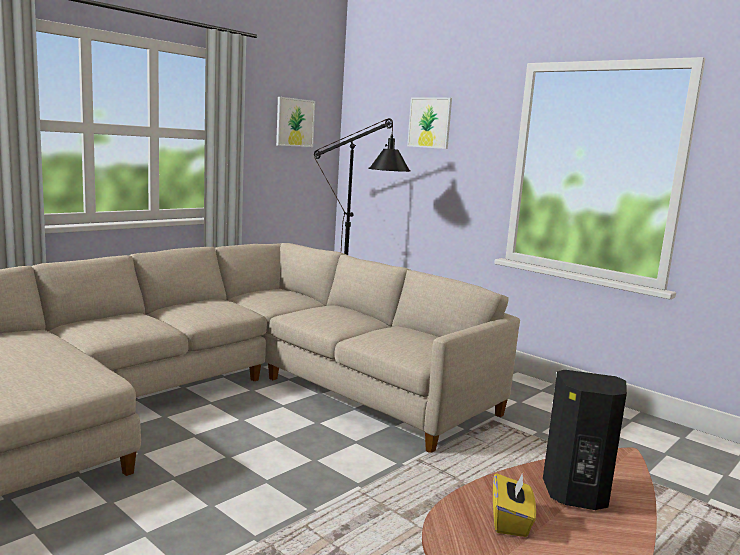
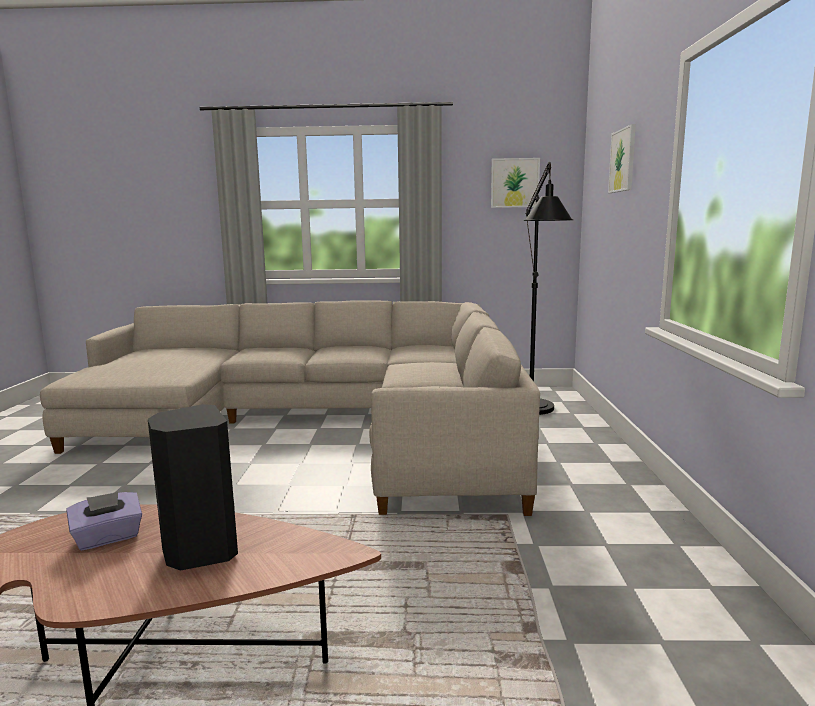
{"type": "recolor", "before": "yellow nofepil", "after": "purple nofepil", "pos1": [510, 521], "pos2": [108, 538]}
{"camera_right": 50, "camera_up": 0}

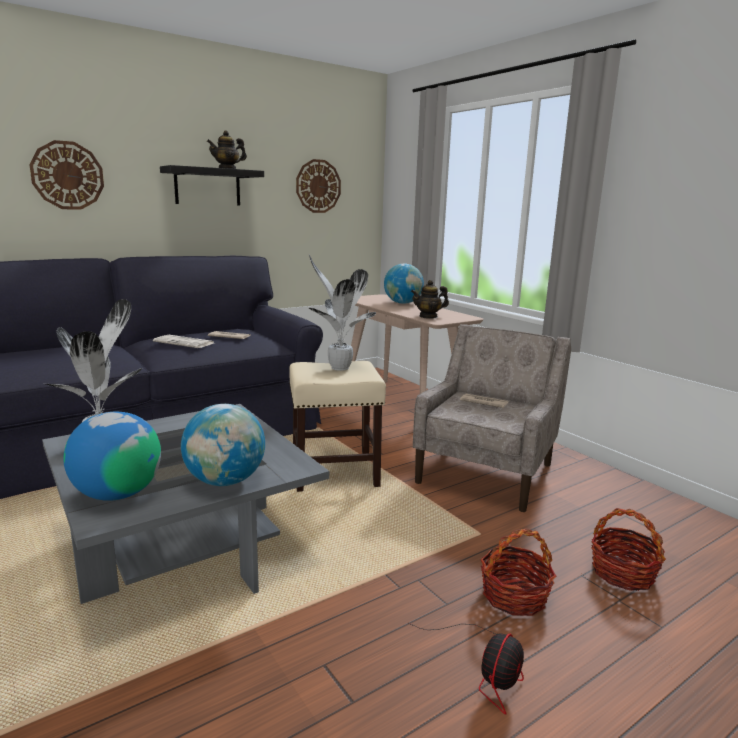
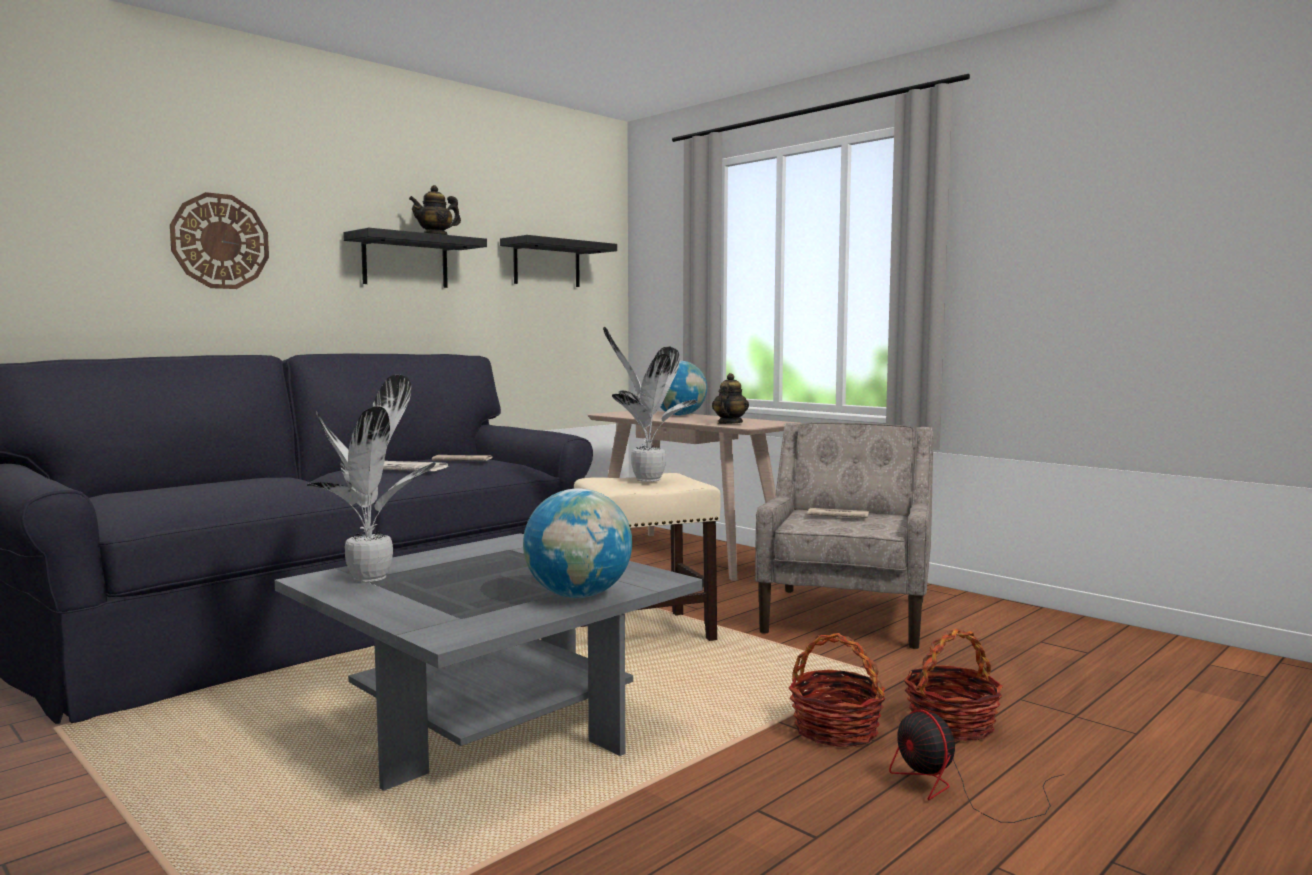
{"type": "replace", "before": "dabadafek", "after": "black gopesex", "pos1": [318, 186], "pos2": [547, 264]}
{"type": "rotate", "before": "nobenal", "pos1": [428, 316], "pos2": [729, 423], "turn": 135}
{"type": "move", "before": "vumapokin", "pos1": [622, 573], "pos2": [835, 730]}
{"type": "rotate", "before": "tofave", "pos1": [487, 669], "pos2": [959, 791], "turn": 135}
{"type": "delete", "before": "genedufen", "pos1": [117, 494]}
{"camera_right": -10, "camera_up": -10}

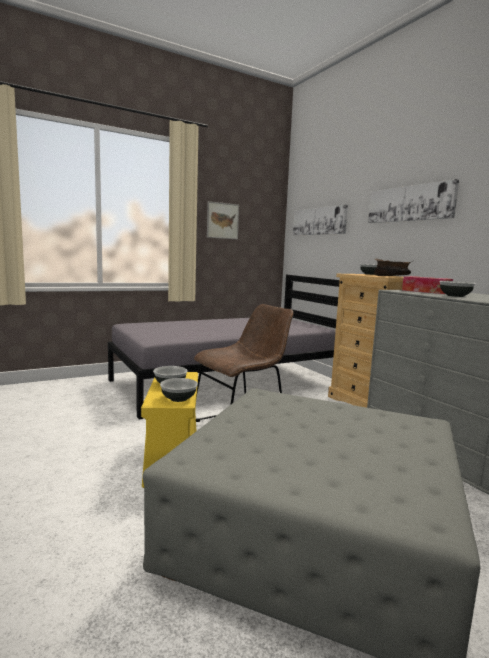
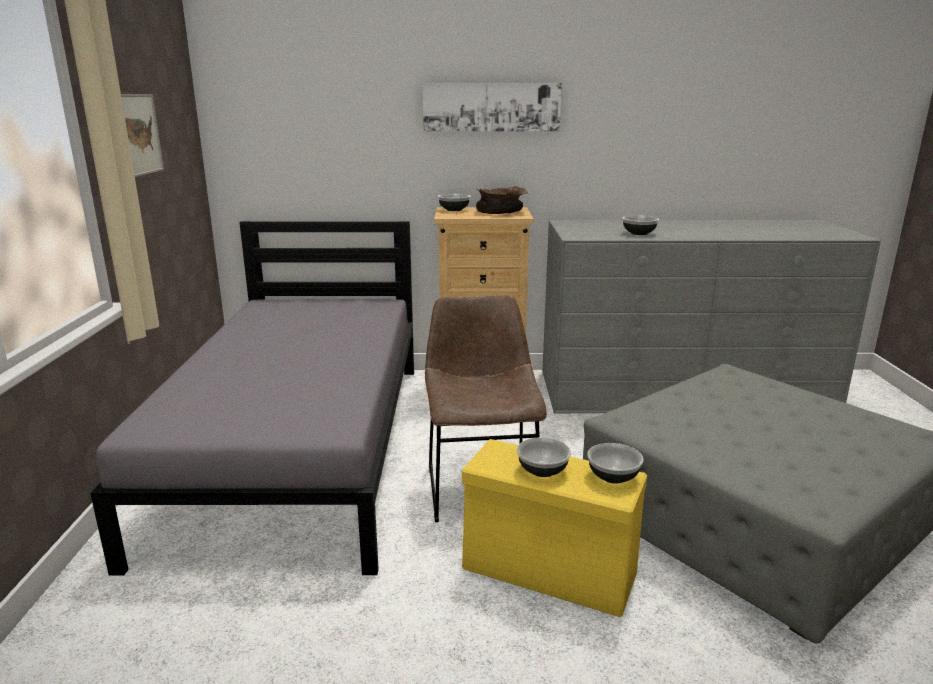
{"type": "delete", "before": "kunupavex", "pos1": [319, 221]}
{"type": "delete", "before": "nofepil", "pos1": [426, 291]}
{"camera_right": -60, "camera_up": 10}

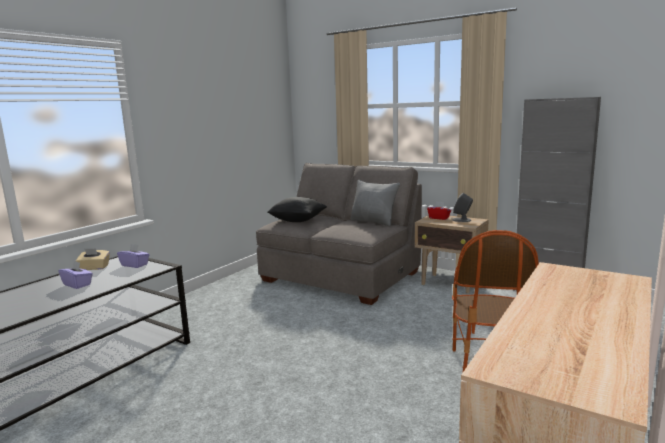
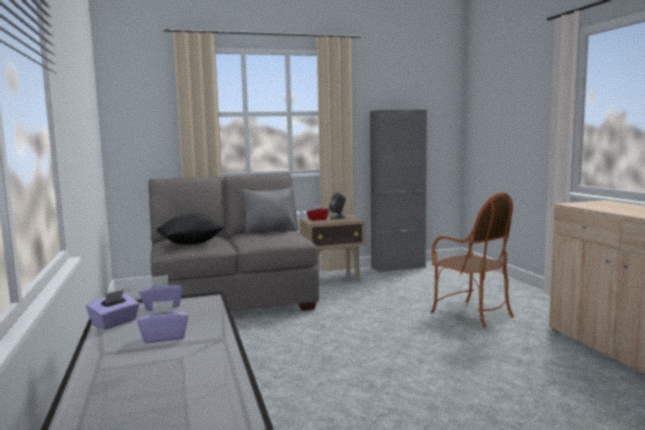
{"type": "recolor", "before": "beige nofepil", "after": "purple nofepil", "pos1": [94, 268], "pos2": [115, 323]}
{"camera_right": -50, "camera_up": -5}

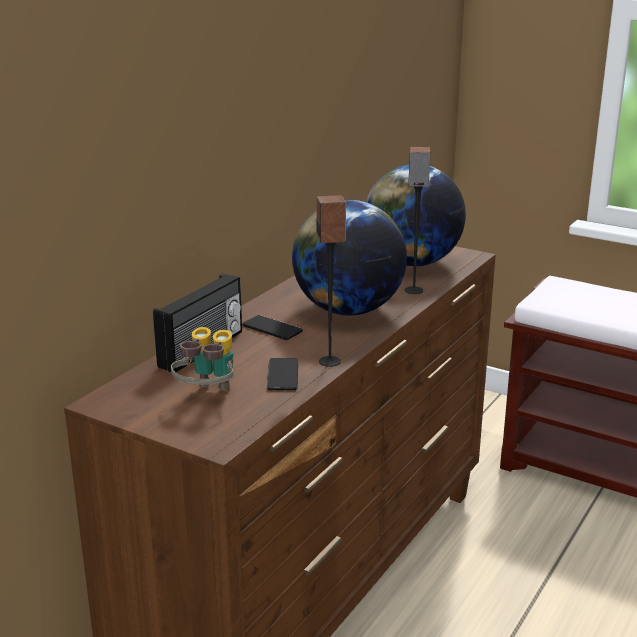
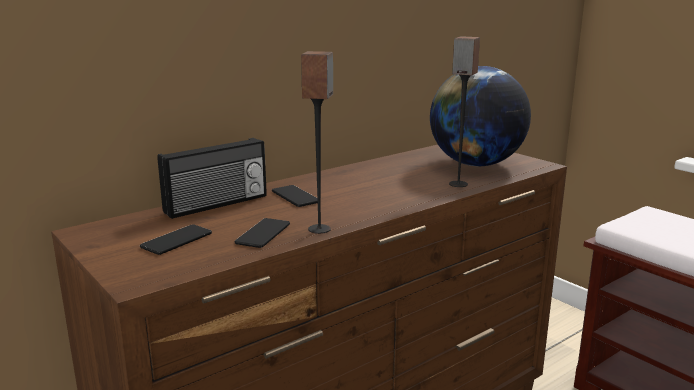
{"type": "replace", "before": "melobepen", "after": "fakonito", "pos1": [208, 396], "pos2": [176, 240]}
{"type": "delete", "before": "genedufen", "pos1": [348, 310]}
{"camera_right": 20, "camera_up": -5}

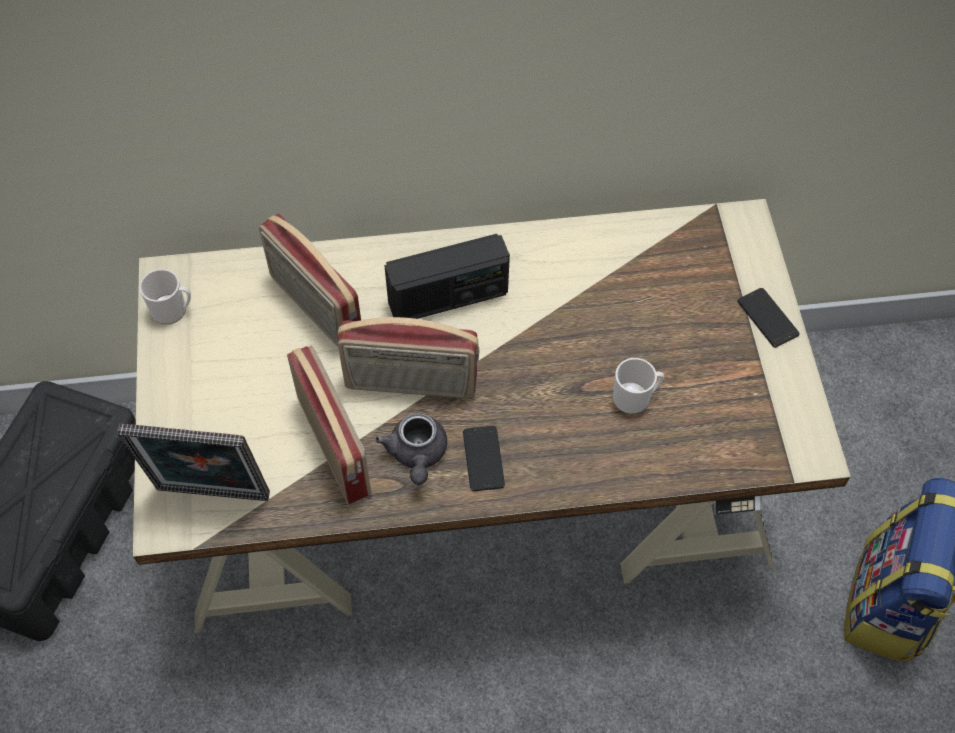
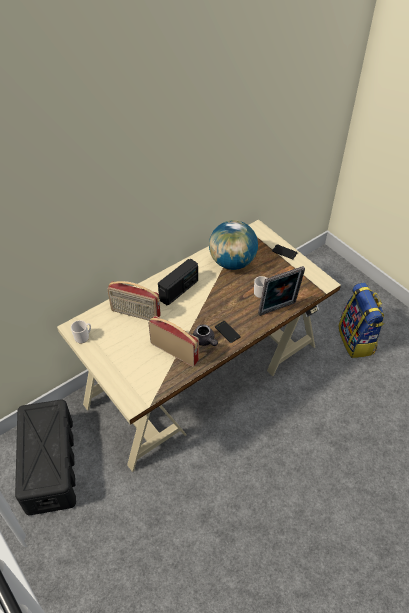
{"type": "insert", "after": "genedufen", "pos2": [232, 262]}
{"type": "move", "before": "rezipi", "pos1": [212, 498], "pos2": [278, 310]}
{"type": "delete", "before": "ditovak", "pos1": [410, 385]}
{"camera_right": -30, "camera_up": -10}

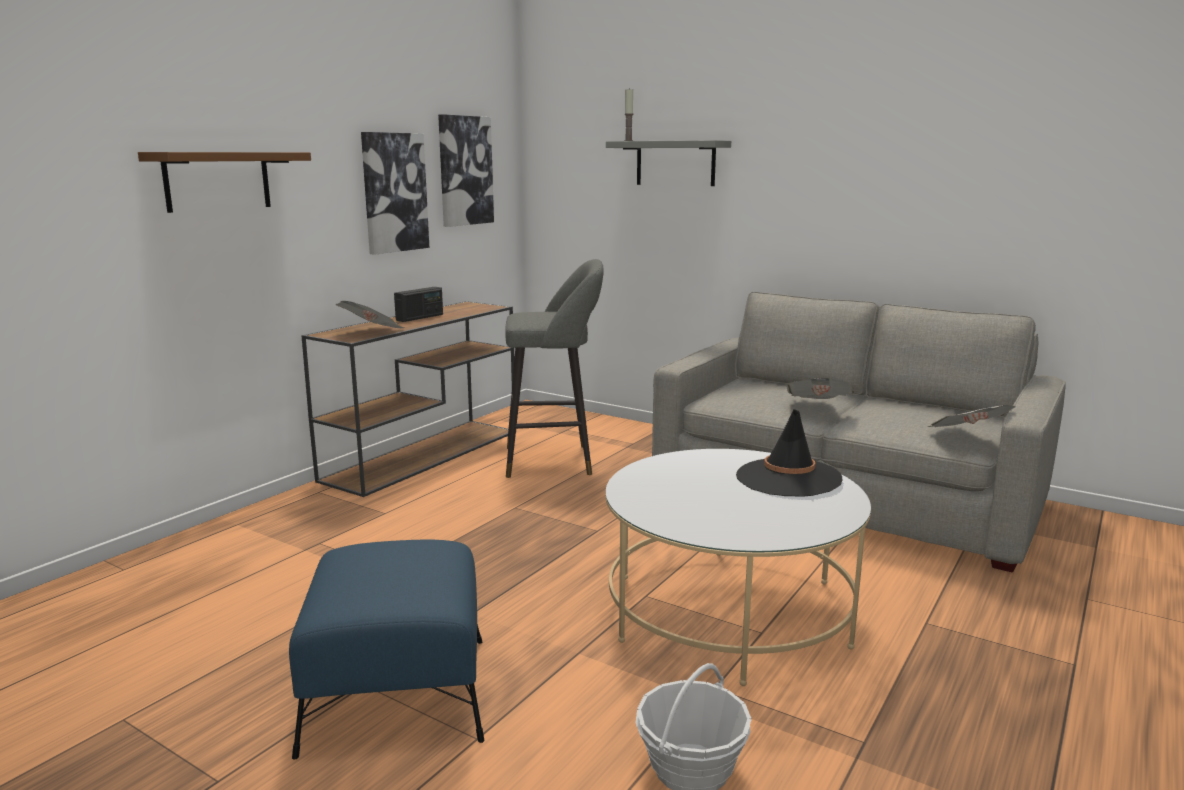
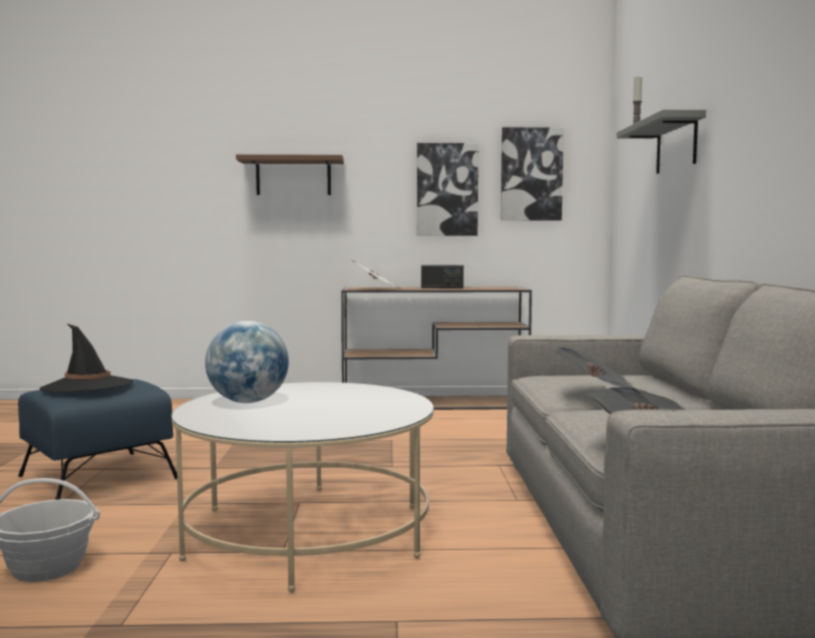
{"type": "move", "before": "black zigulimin", "pos1": [788, 478], "pos2": [87, 386]}
{"type": "insert", "after": "genedufen", "pos2": [248, 402]}
{"type": "delete", "before": "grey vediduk", "pos1": [554, 461]}
{"camera_right": 55, "camera_up": -10}

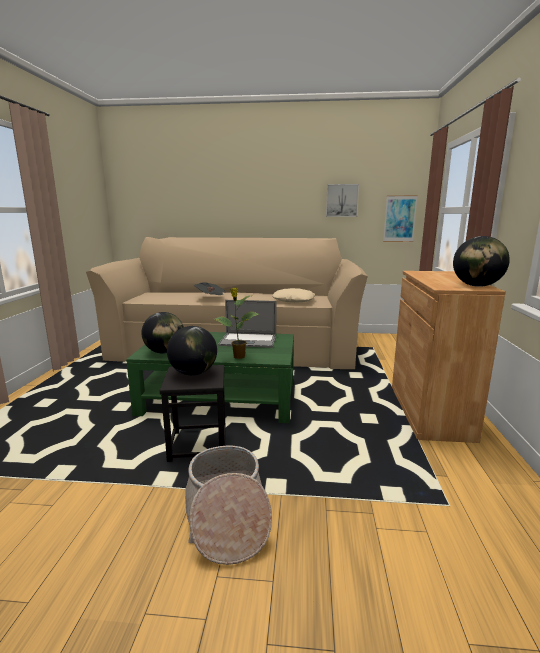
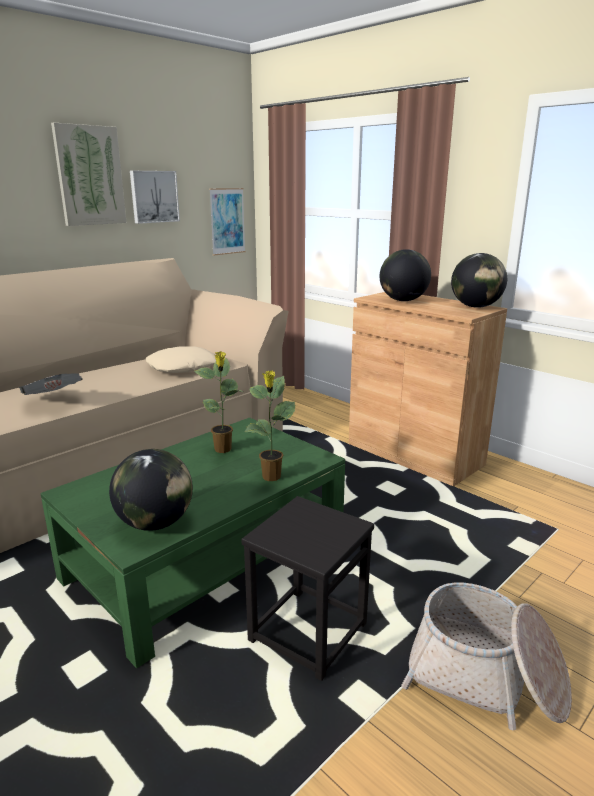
{"type": "insert", "after": "kunupavex", "pos2": [89, 176]}
{"type": "replace", "before": "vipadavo", "after": "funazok", "pos1": [248, 341], "pos2": [223, 449]}
{"type": "move", "before": "genedufen", "pos1": [193, 373], "pos2": [403, 300]}
{"camera_right": -50, "camera_up": 5}

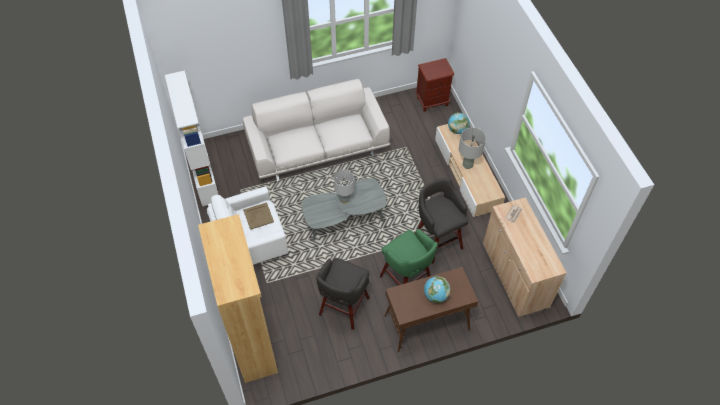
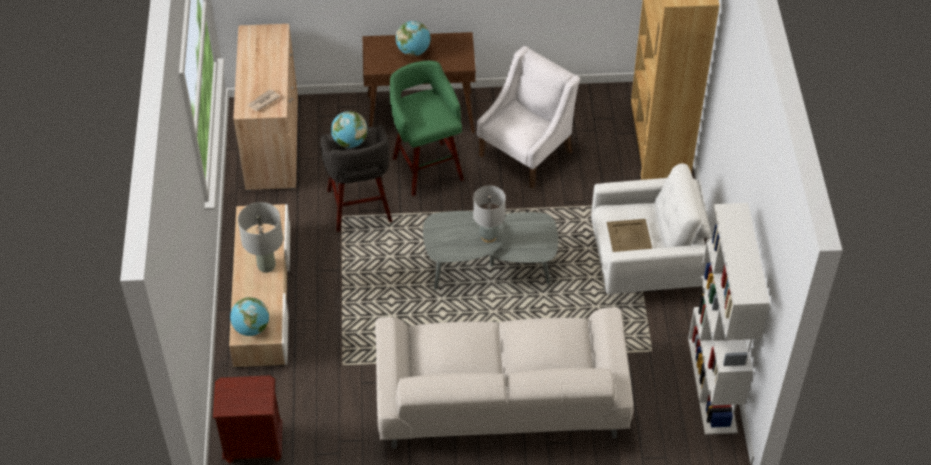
{"type": "insert", "after": "genedufen", "pos2": [350, 142]}
{"type": "replace", "before": "grey vediduk", "after": "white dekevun", "pos1": [343, 308], "pos2": [526, 153]}
{"camera_right": -165, "camera_up": -5}

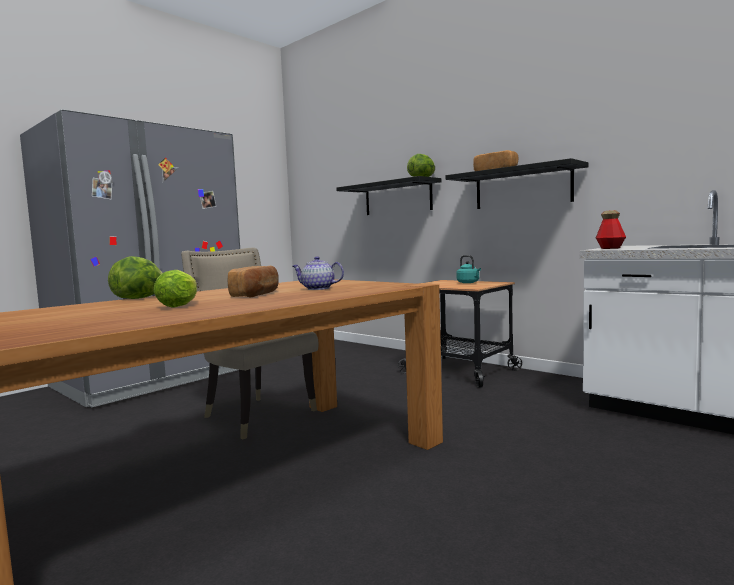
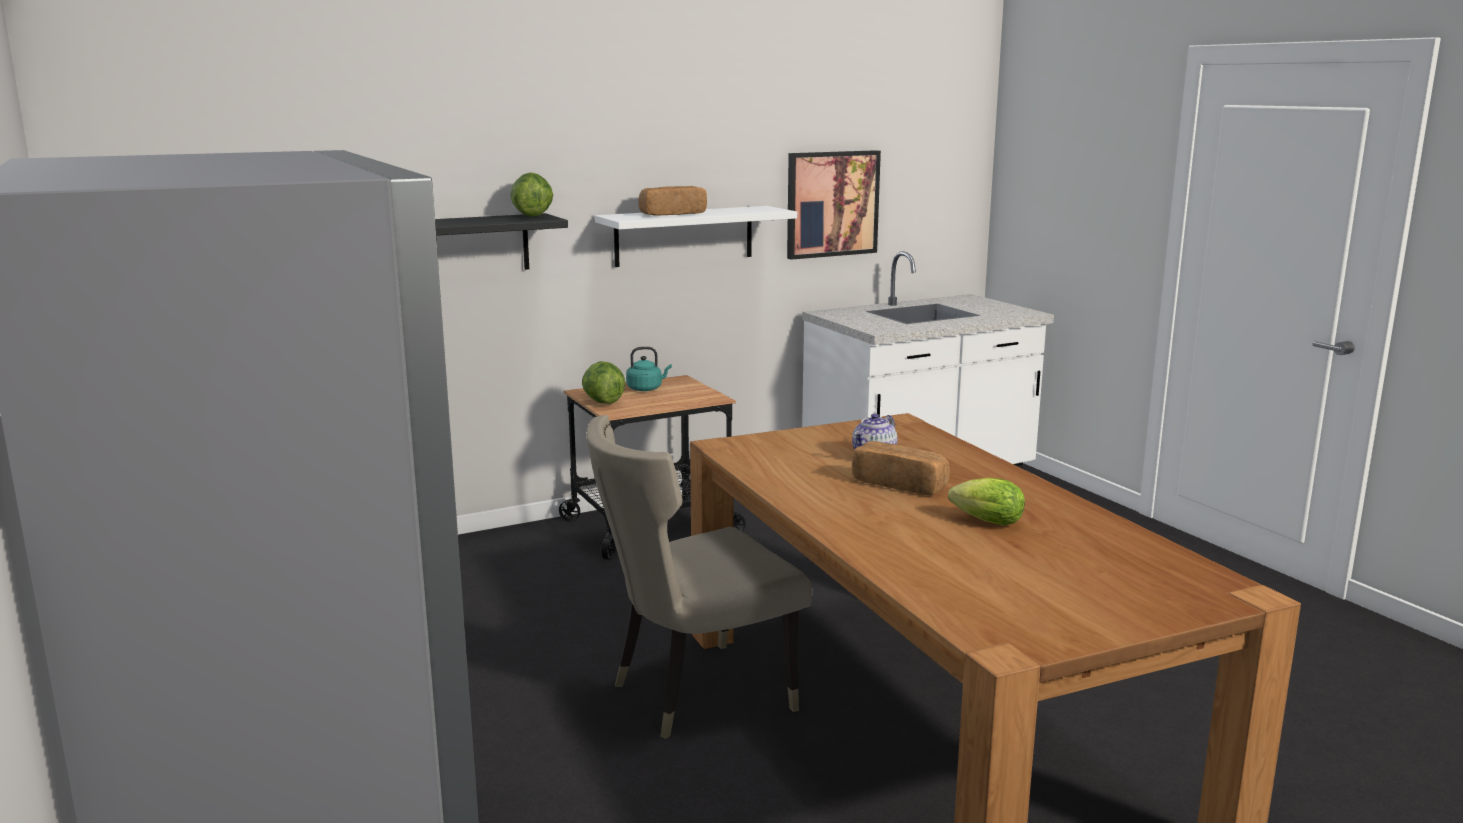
{"type": "move", "before": "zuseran", "pos1": [139, 298], "pos2": [602, 402]}
{"type": "recolor", "before": "black gopesex", "after": "white gopesex", "pos1": [522, 188], "pos2": [684, 236]}
{"type": "insert", "after": "kunupavex", "pos2": [832, 204]}
{"type": "delete", "before": "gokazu", "pos1": [610, 248]}
{"camera_right": -70, "camera_up": 10}

